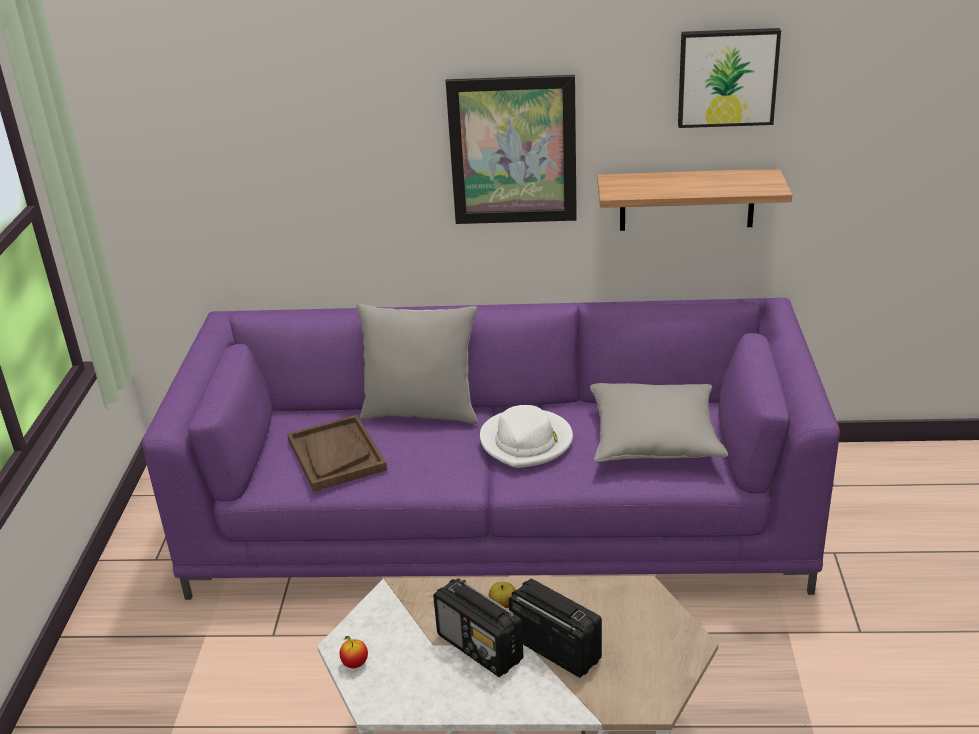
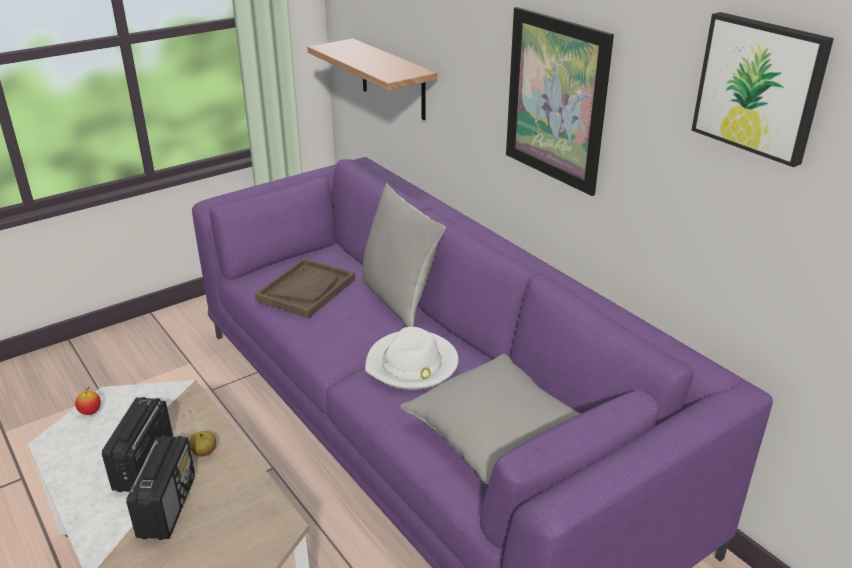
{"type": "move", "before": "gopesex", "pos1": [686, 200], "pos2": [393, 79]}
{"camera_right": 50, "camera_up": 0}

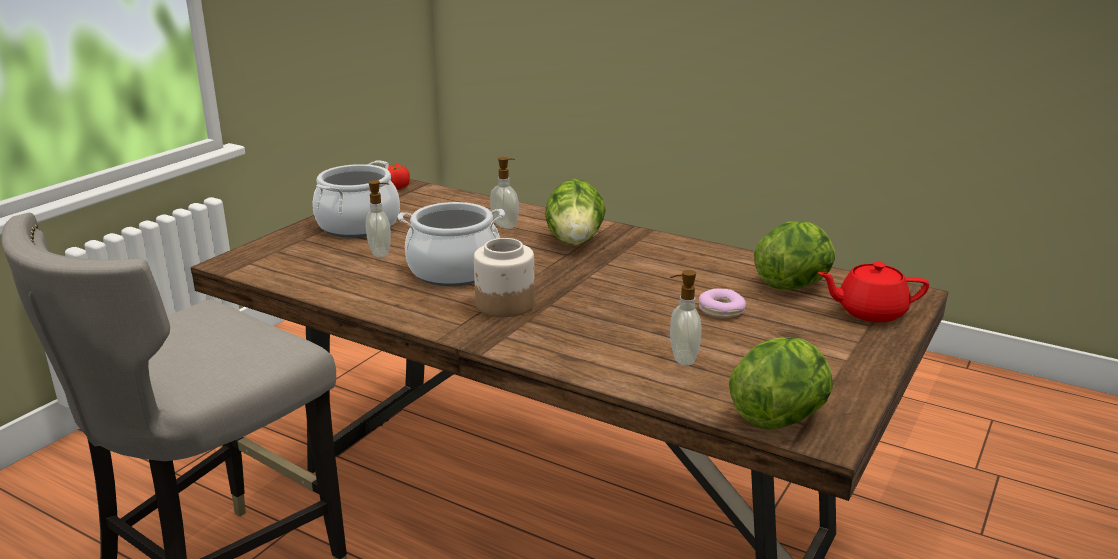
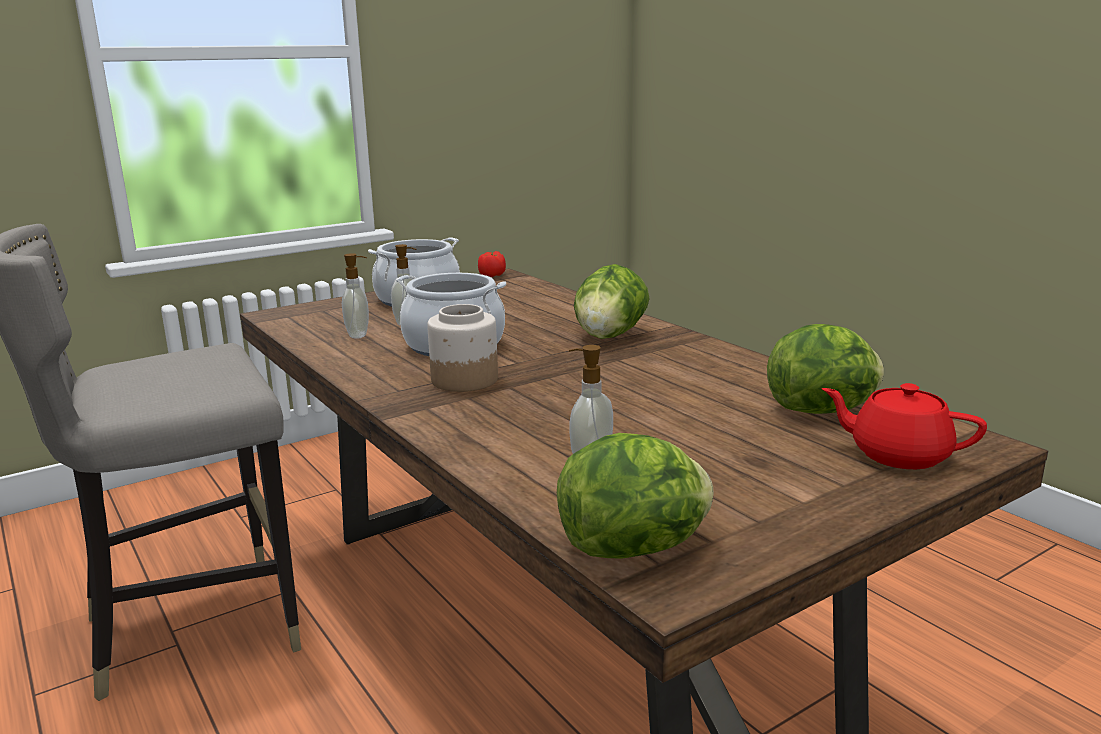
{"type": "move", "before": "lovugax", "pos1": [505, 225], "pos2": [359, 335]}
{"type": "delete", "before": "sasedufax", "pos1": [721, 311]}
{"camera_right": 25, "camera_up": -5}

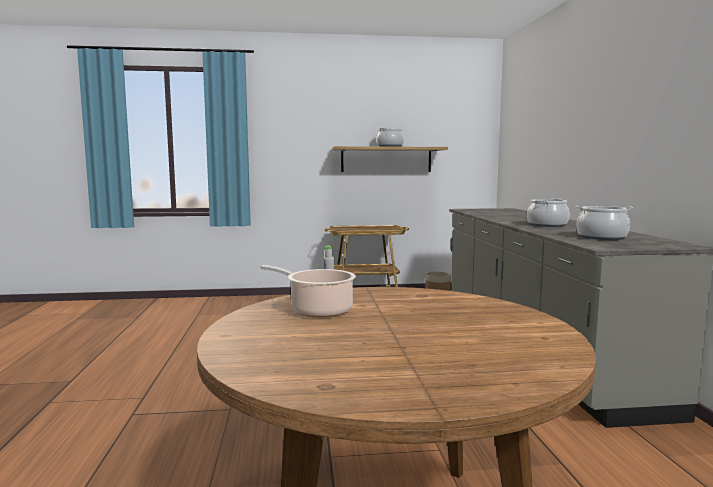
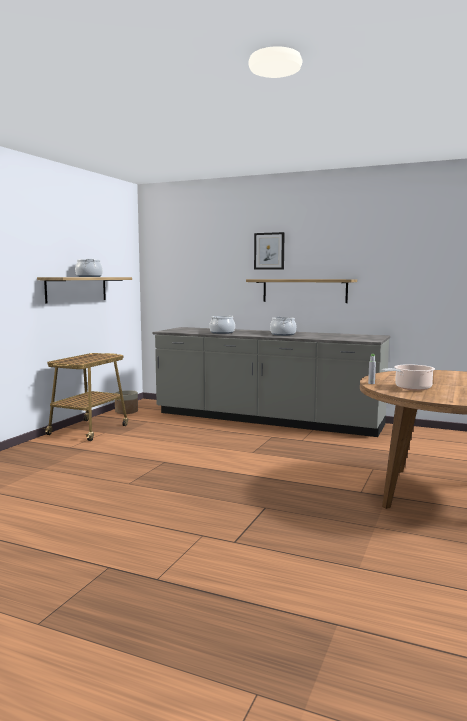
{"type": "move", "before": "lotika", "pos1": [601, 237], "pos2": [222, 332]}
{"type": "insert", "after": "gopesex", "pos2": [304, 290]}
{"type": "insert", "after": "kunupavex", "pos2": [269, 251]}
{"camera_right": -60, "camera_up": 0}

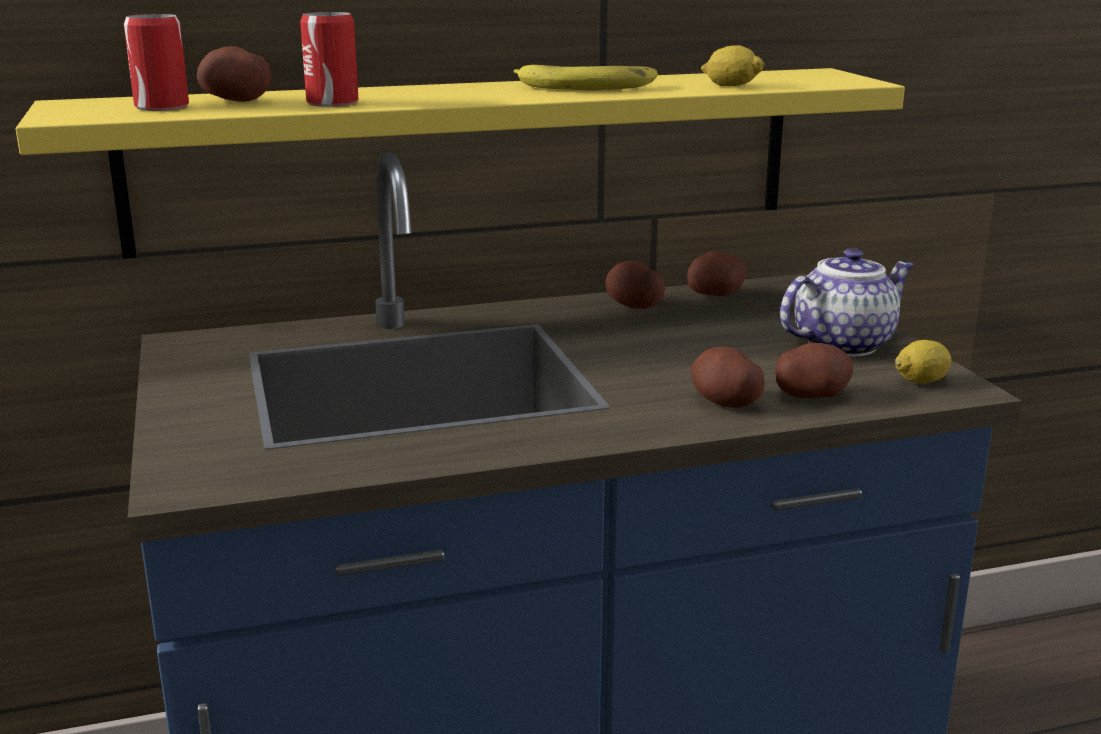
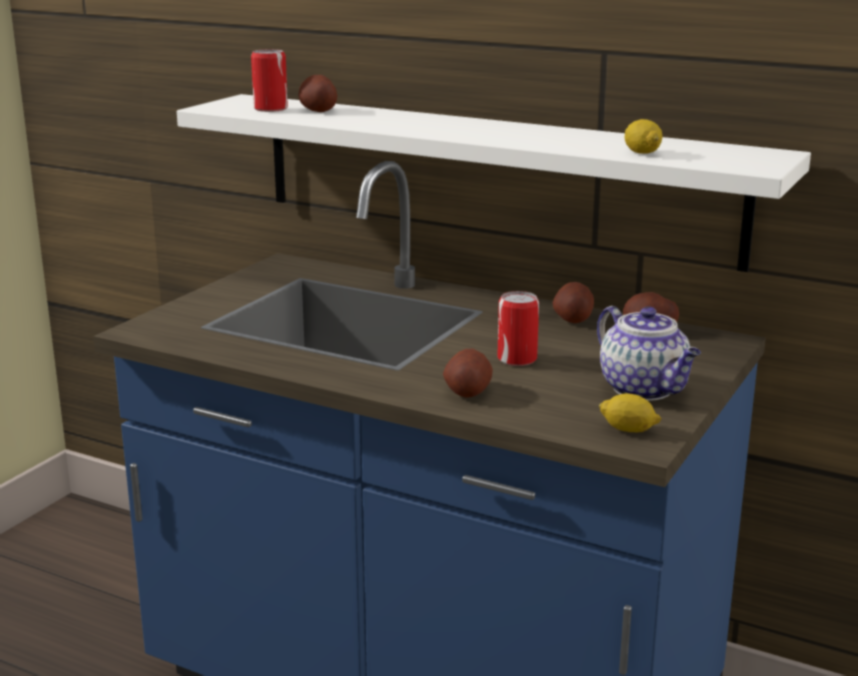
{"type": "recolor", "before": "yellow gopesex", "after": "white gopesex", "pos1": [471, 158], "pos2": [491, 177]}
{"type": "move", "before": "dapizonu", "pos1": [332, 103], "pos2": [517, 359]}
{"type": "rotate", "before": "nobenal", "pos1": [844, 344], "pos2": [645, 389], "turn": 45}
{"type": "delete", "before": "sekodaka", "pos1": [586, 87]}
{"type": "delete", "before": "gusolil", "pos1": [811, 395]}
{"camera_right": 45, "camera_up": 0}

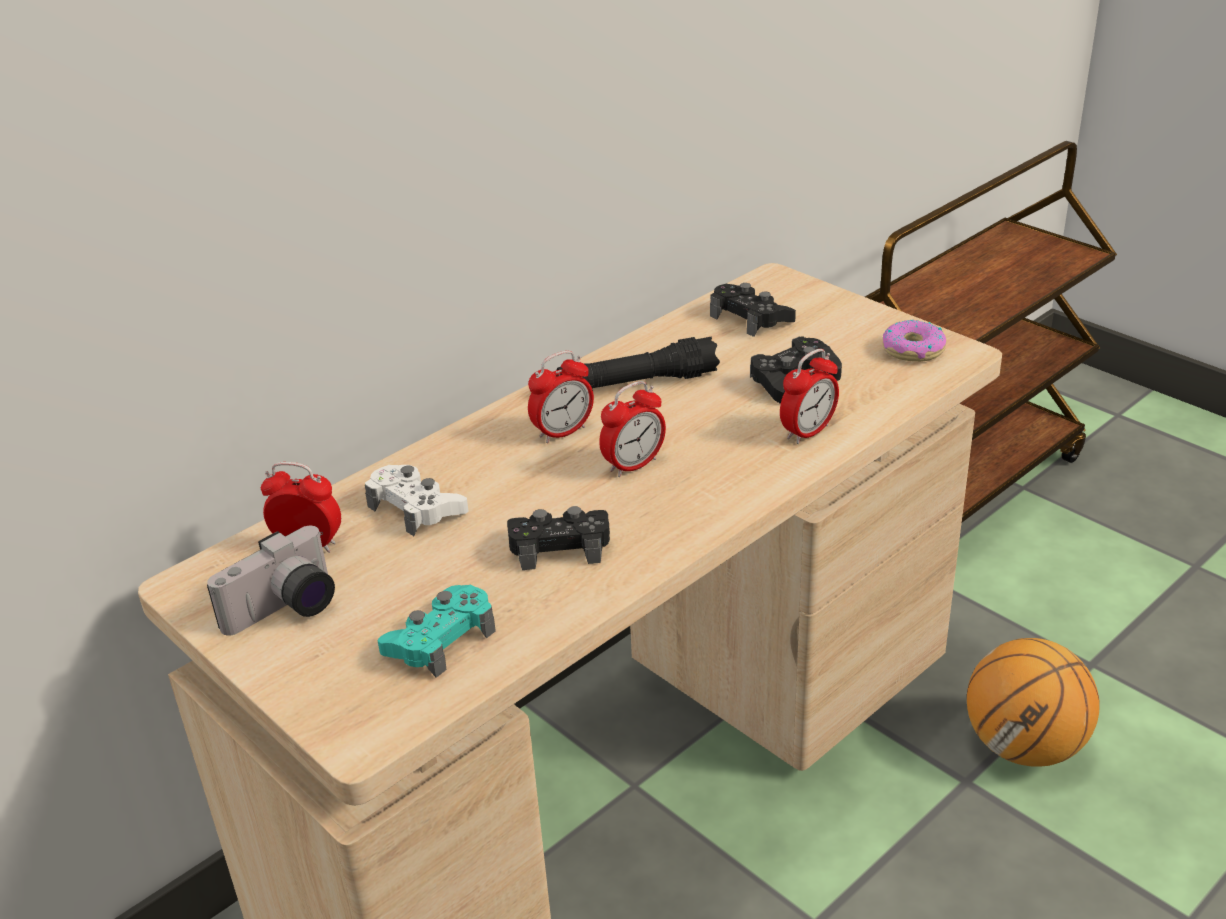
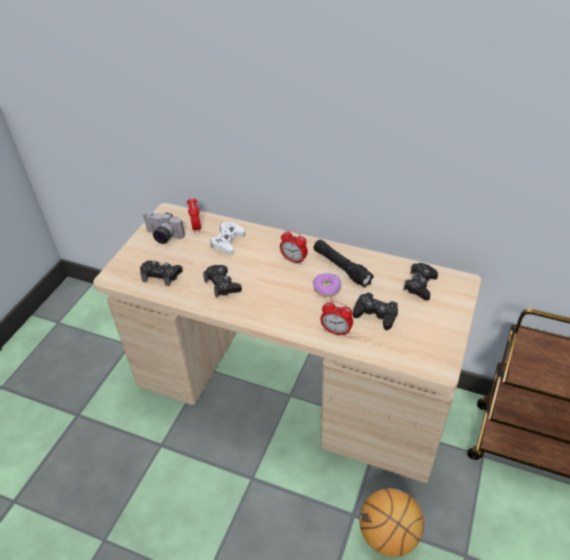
{"type": "recolor", "before": "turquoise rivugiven", "after": "black rivugiven", "pos1": [440, 640], "pos2": [161, 275]}
{"type": "move", "before": "sasedufax", "pos1": [912, 350], "pos2": [326, 288]}
{"type": "delete", "before": "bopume", "pos1": [633, 465]}
{"camera_right": 65, "camera_up": 10}

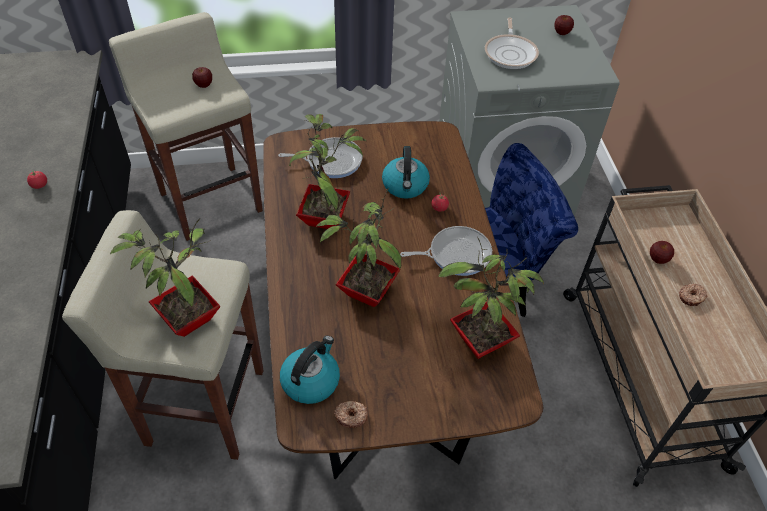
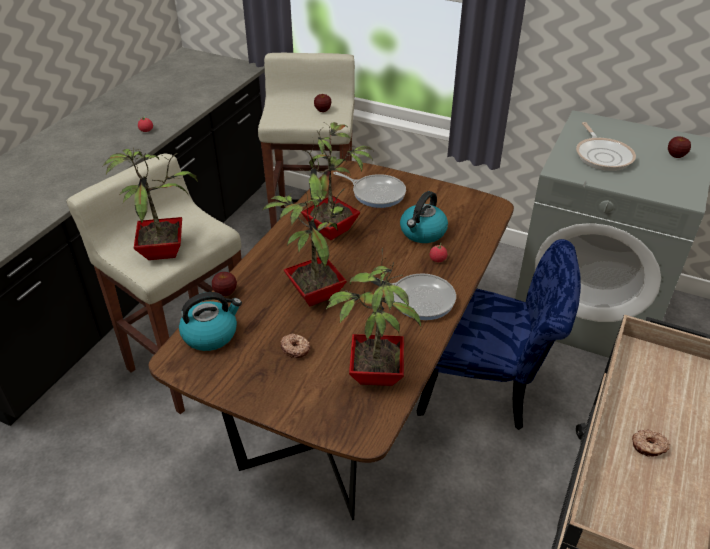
{"type": "move", "before": "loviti", "pos1": [658, 259], "pos2": [225, 292]}
{"type": "move", "before": "sasedufax", "pos1": [351, 416], "pos2": [295, 349]}
{"type": "rotate", "before": "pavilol", "pos1": [511, 53], "pos2": [603, 156], "turn": -45}
{"camera_right": 35, "camera_up": -10}

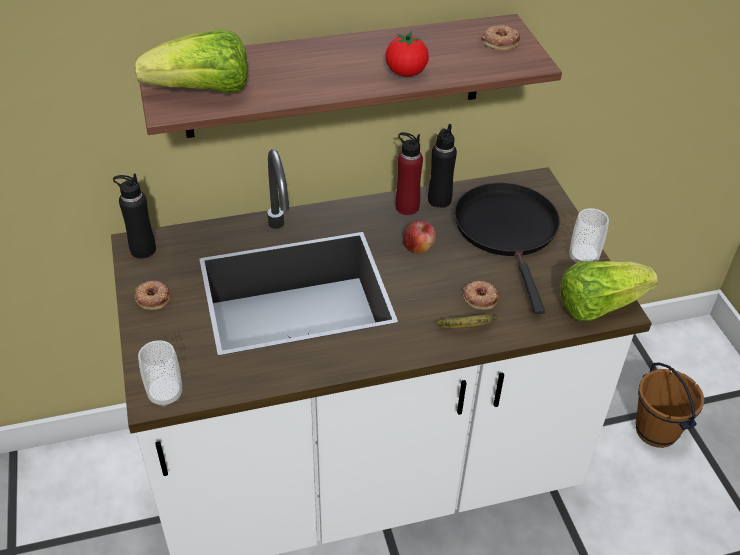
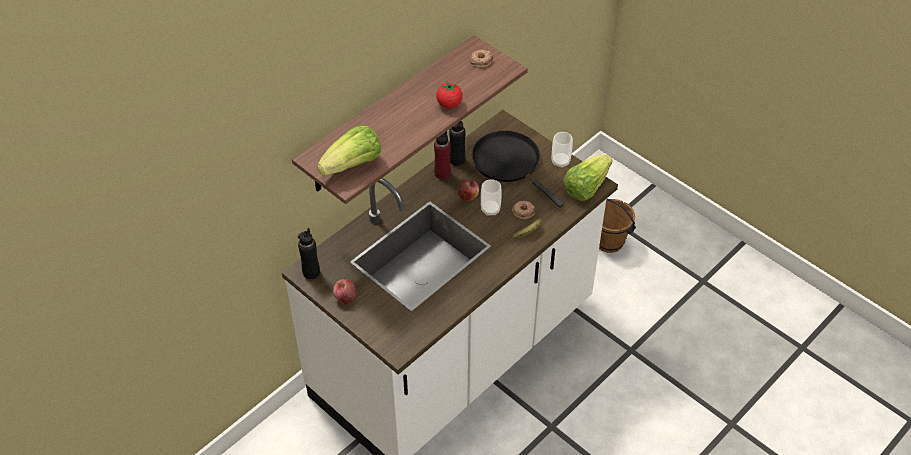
{"type": "replace", "before": "sasedufax", "after": "loviti", "pos1": [153, 297], "pos2": [345, 297]}
{"type": "move", "before": "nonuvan", "pos1": [165, 394], "pos2": [490, 209]}
{"camera_right": -30, "camera_up": 5}

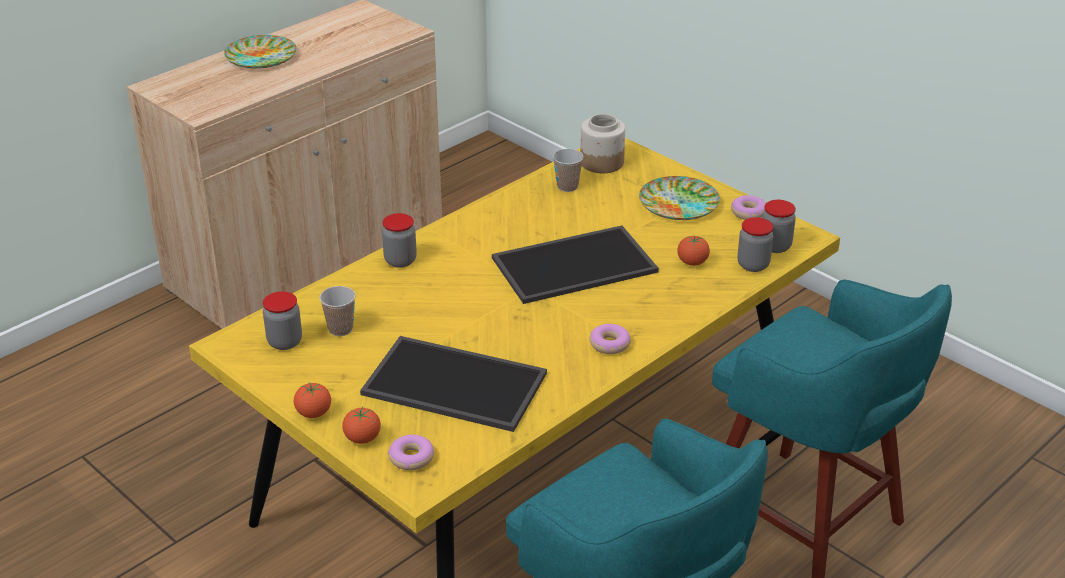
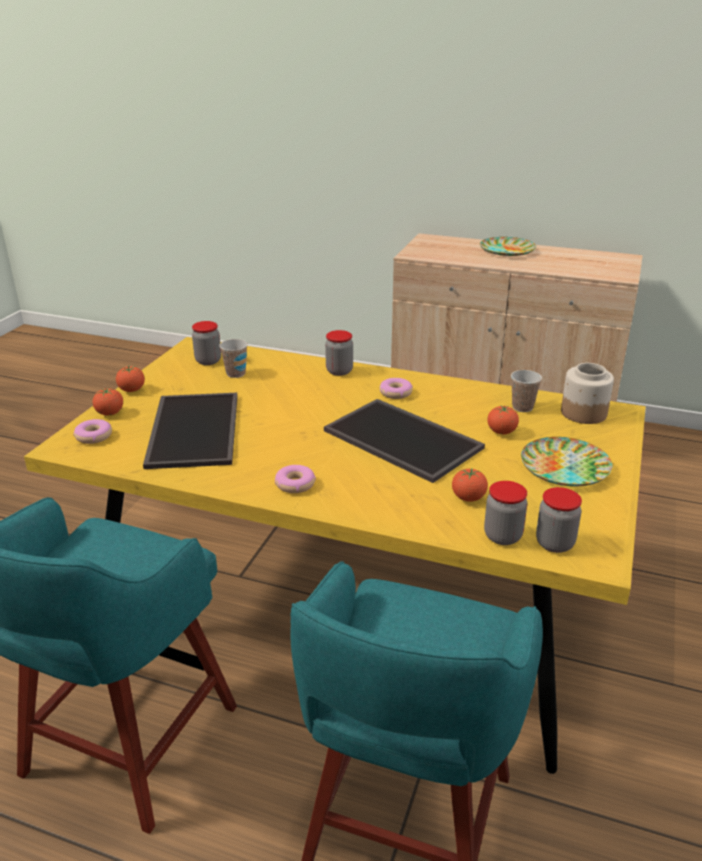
{"type": "move", "before": "sasedufax", "pos1": [748, 212], "pos2": [395, 393]}
{"type": "insert", "after": "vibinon", "pos2": [501, 432]}
{"camera_right": 65, "camera_up": -5}

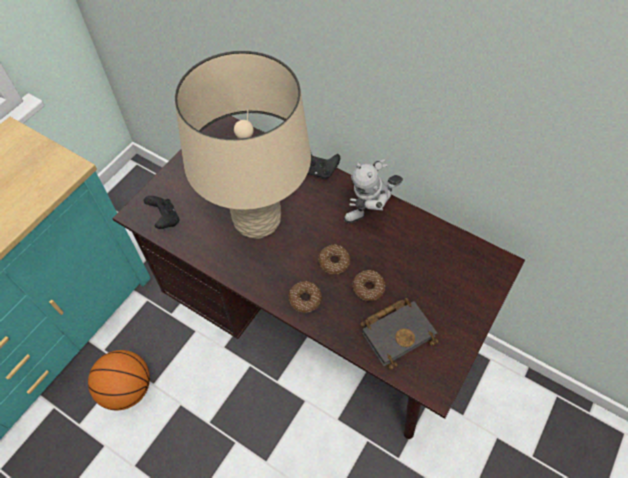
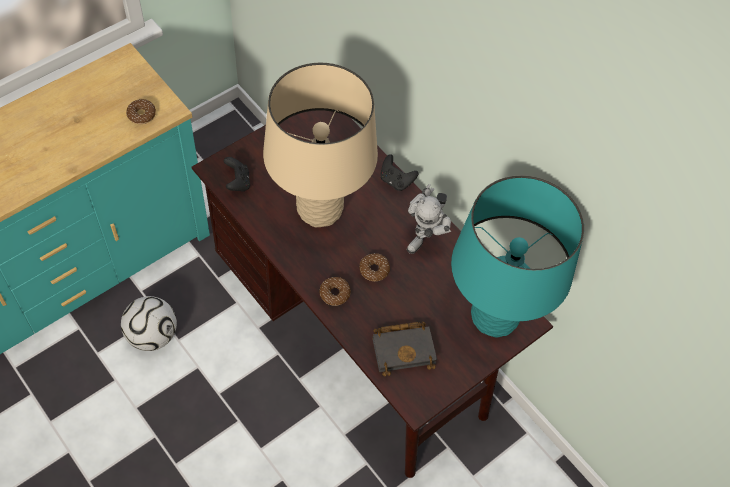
{"type": "replace", "before": "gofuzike", "after": "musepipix", "pos1": [127, 388], "pos2": [152, 335]}
{"type": "move", "before": "sasedufax", "pos1": [368, 288], "pos2": [141, 115]}
{"type": "rotate", "before": "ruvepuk", "pos1": [370, 214], "pos2": [426, 237], "turn": -45}
{"type": "insert", "after": "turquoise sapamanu", "pos2": [494, 317]}
{"camera_right": 15, "camera_up": 0}

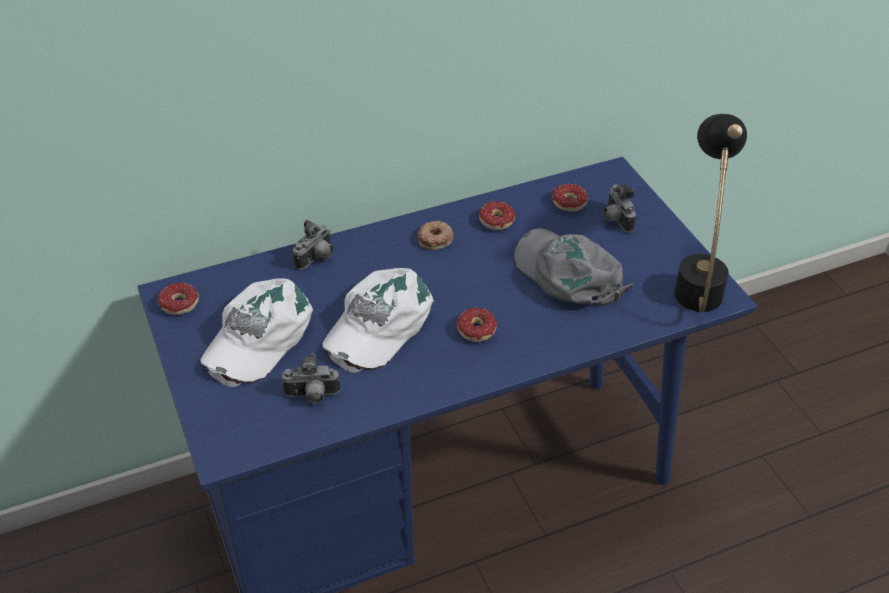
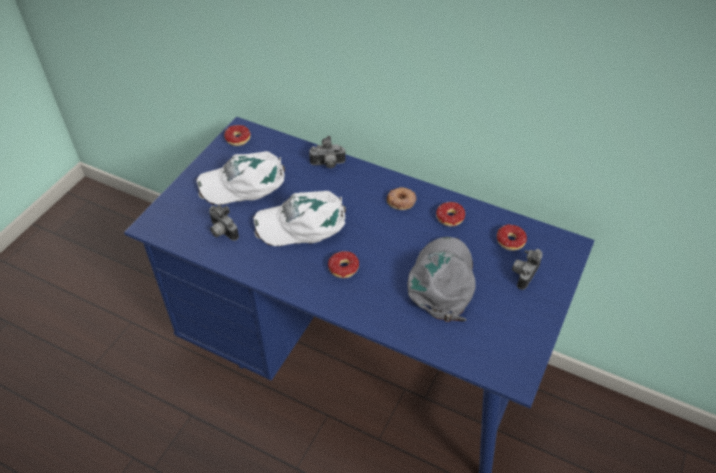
{"type": "delete", "before": "black sapamanu", "pos1": [698, 278]}
{"camera_right": 50, "camera_up": 5}

